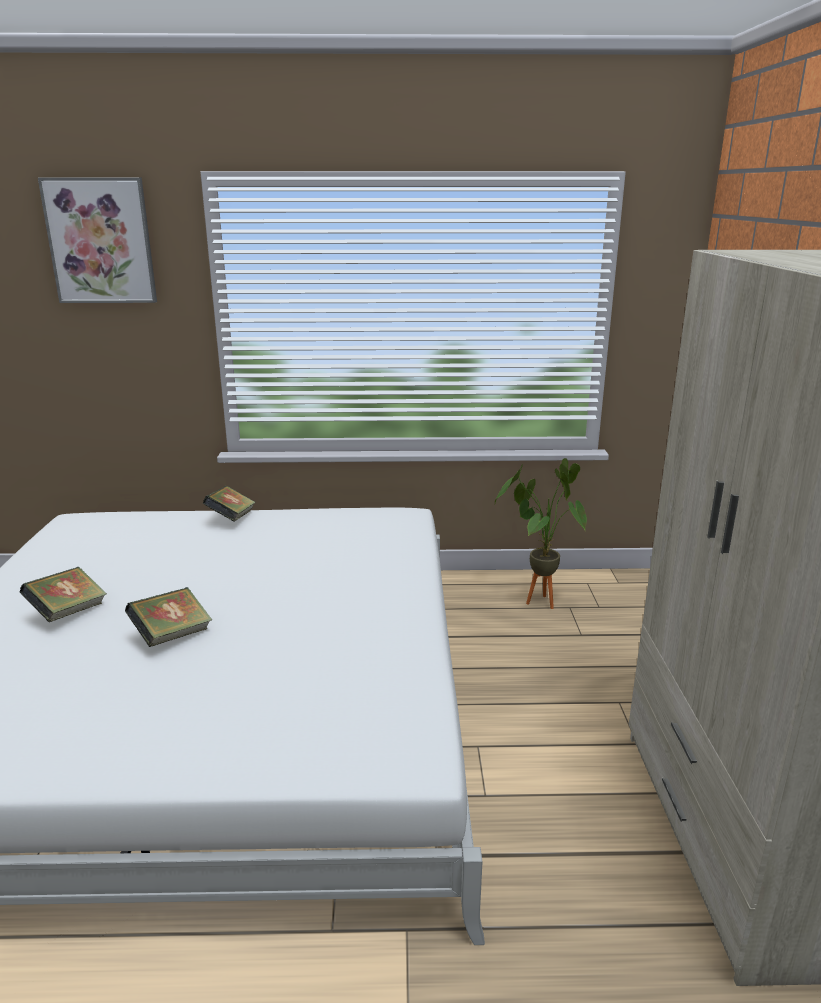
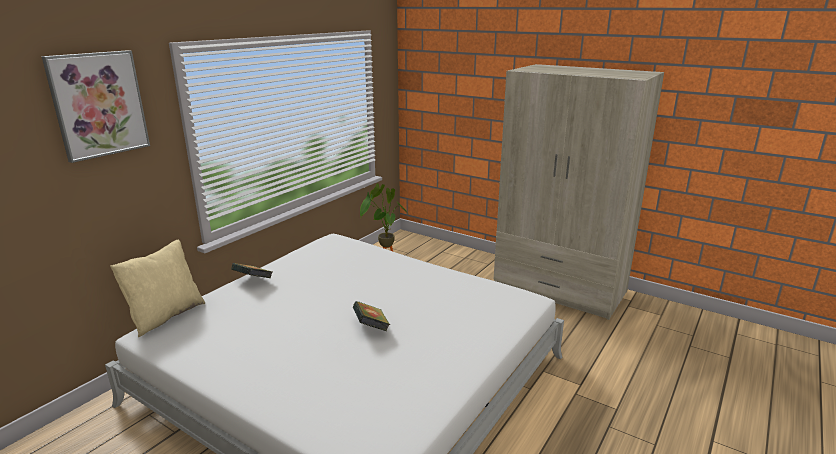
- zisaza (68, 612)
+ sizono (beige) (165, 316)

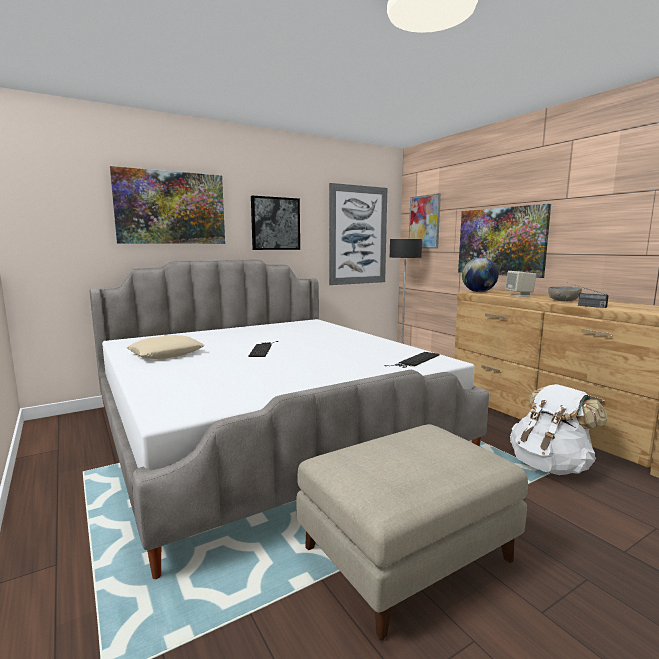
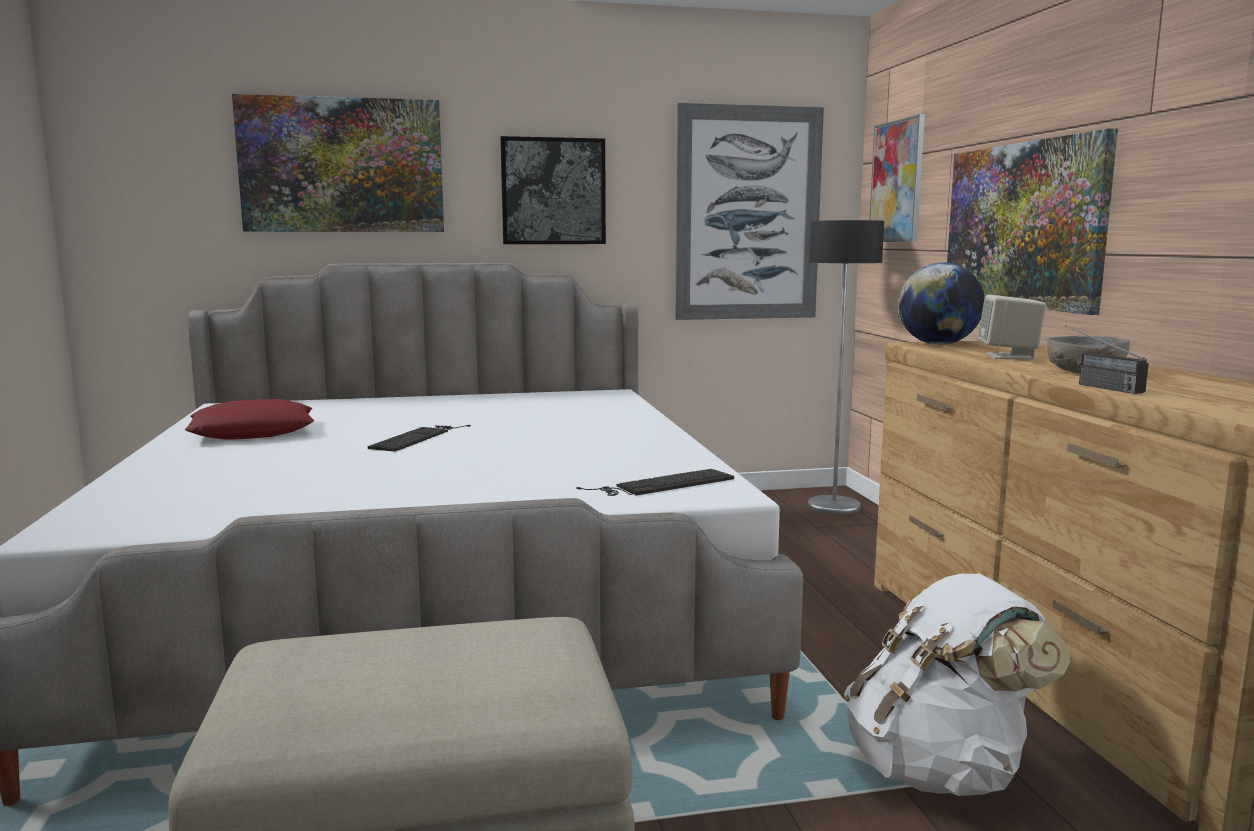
~ sizono (beige) (166, 353) to sizono (red) (253, 432)

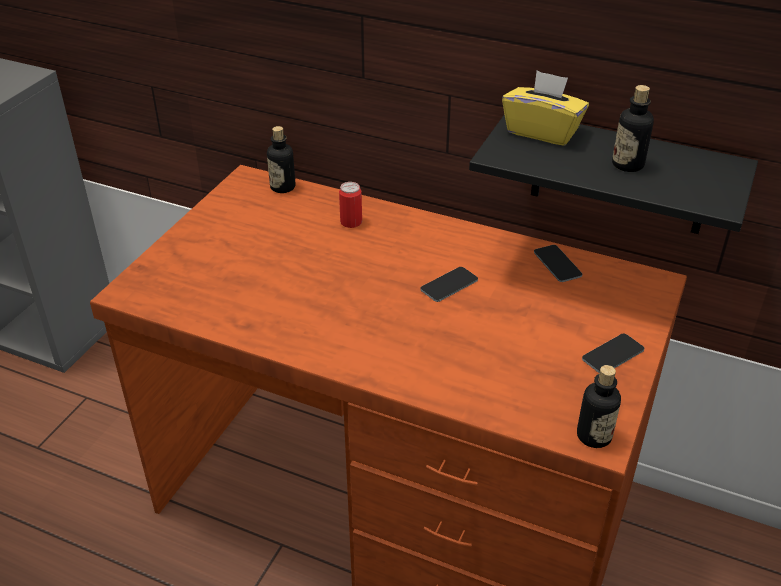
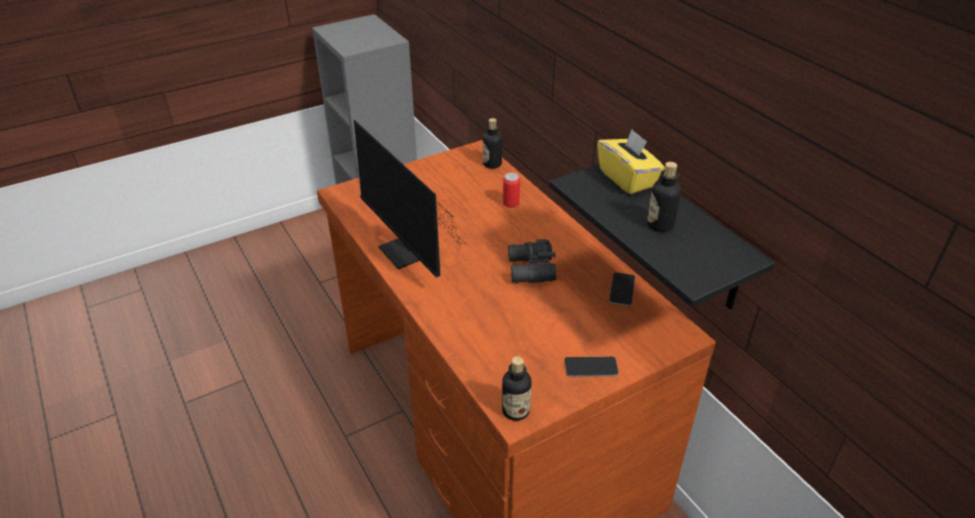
~ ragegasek (449, 285) to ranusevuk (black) (530, 270)
+ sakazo (408, 255)

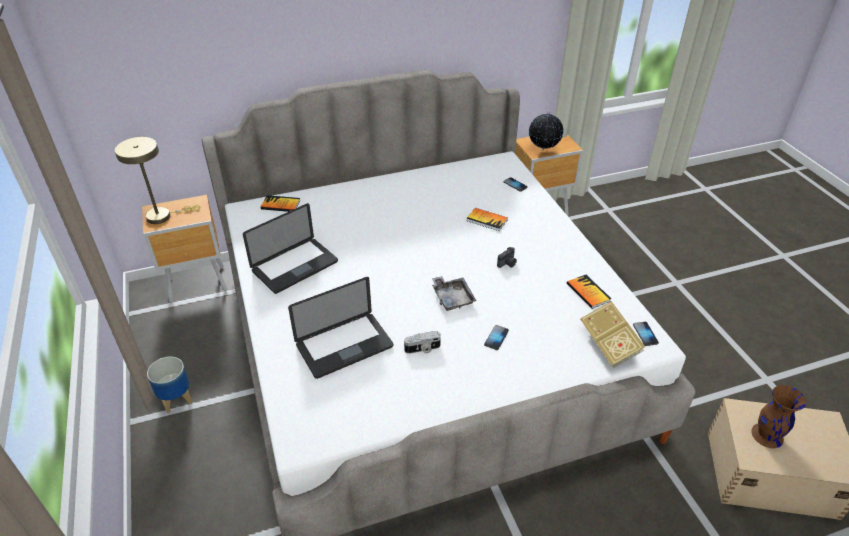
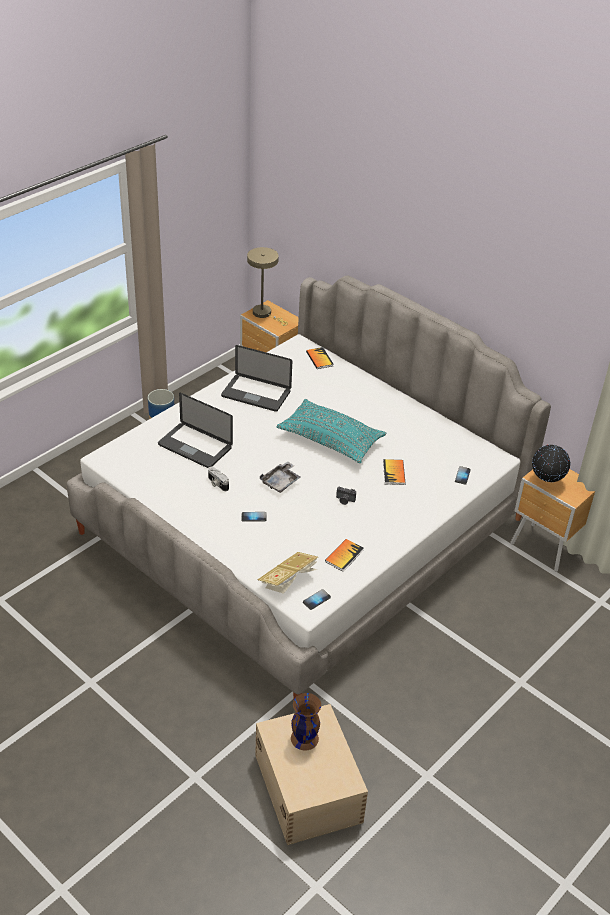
+ sizono (turquoise) (330, 440)

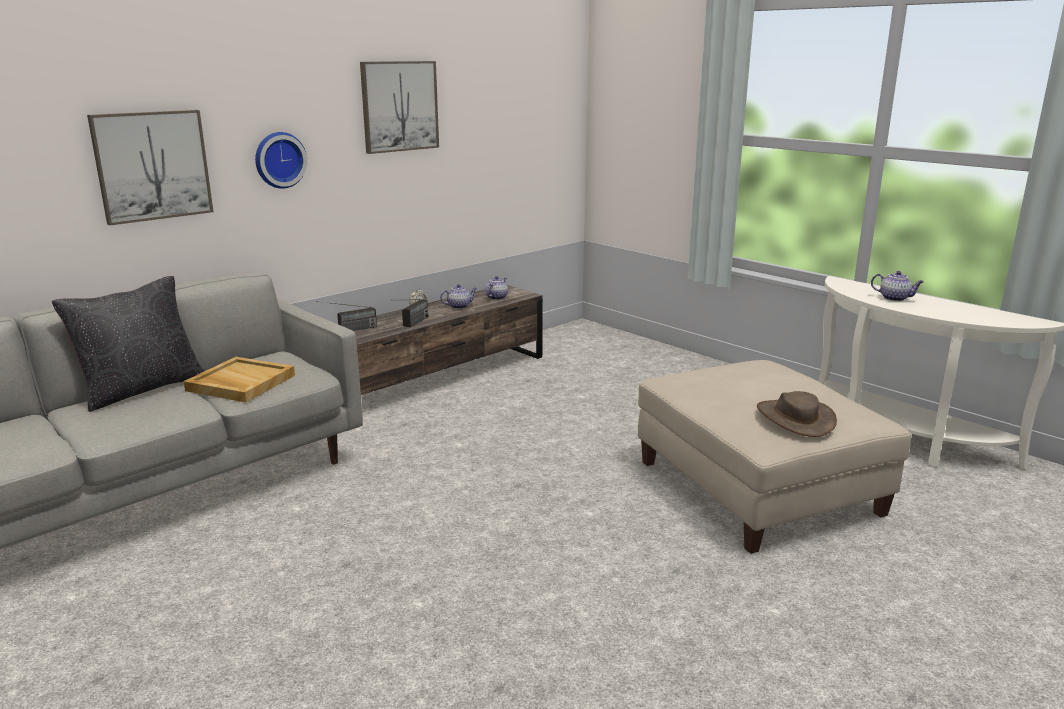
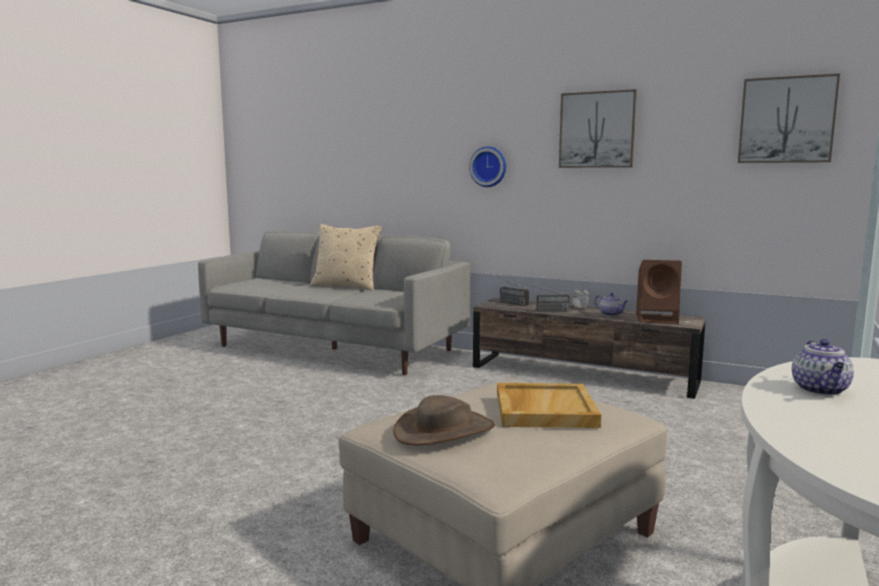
~ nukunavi (152, 166) to (786, 120)
~ sizono (black) (141, 389) to sizono (beige) (346, 286)
~ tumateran (496, 297) to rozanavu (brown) (658, 319)
~ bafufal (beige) (240, 383) to (544, 409)

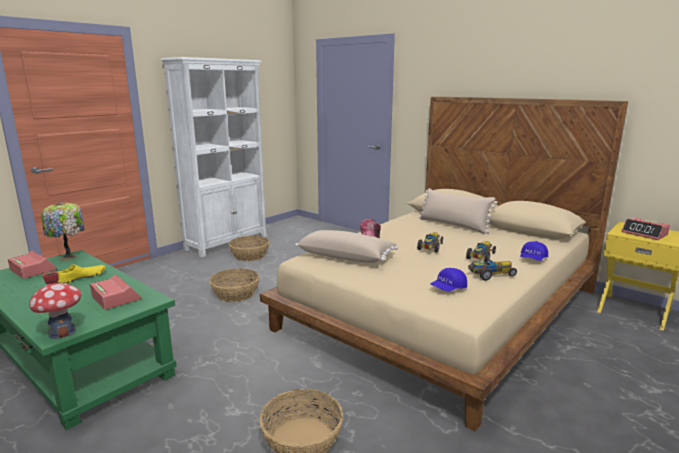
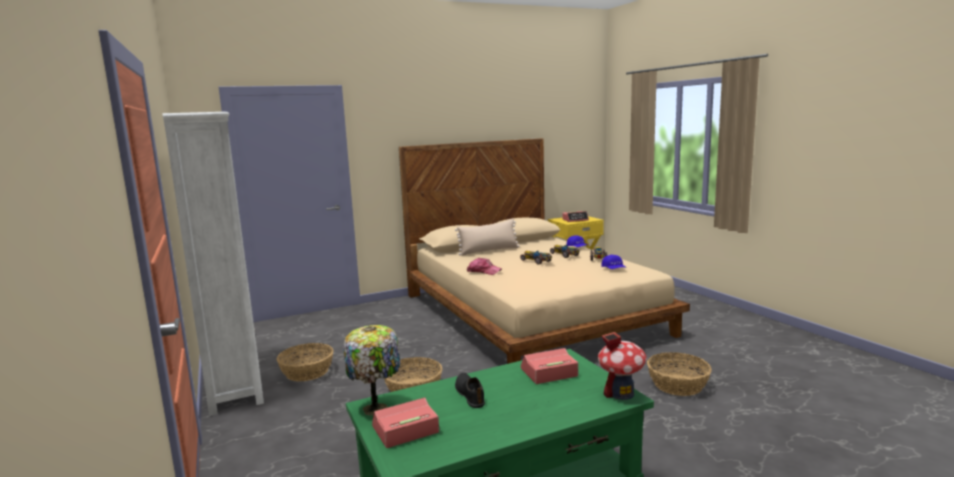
- sizono (beige) (346, 257)
~ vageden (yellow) (82, 278) to vageden (black) (470, 394)

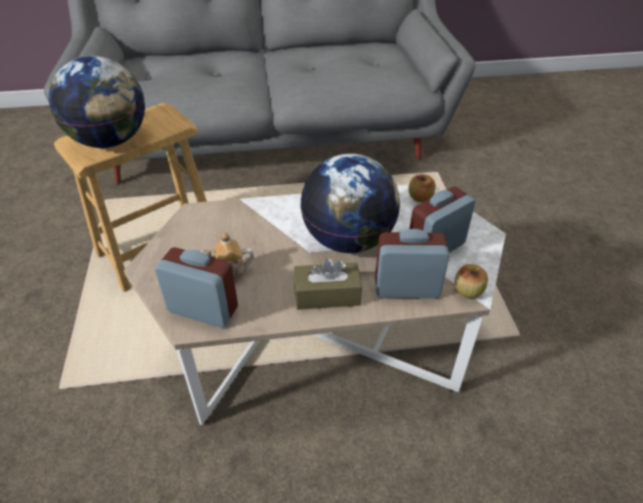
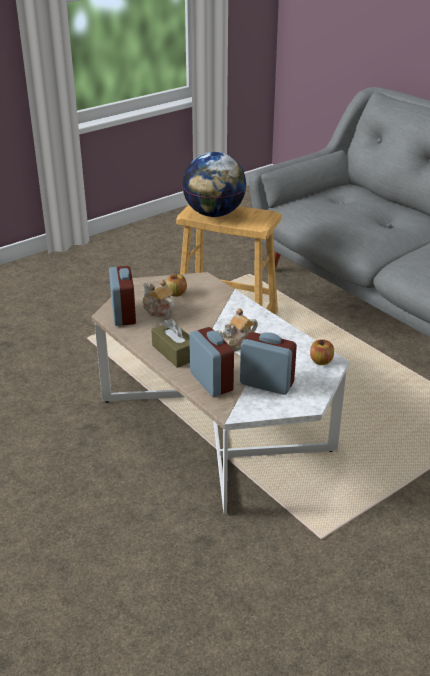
~ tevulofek (348, 240) to tumateran (236, 344)
~ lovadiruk (468, 291) to (176, 293)

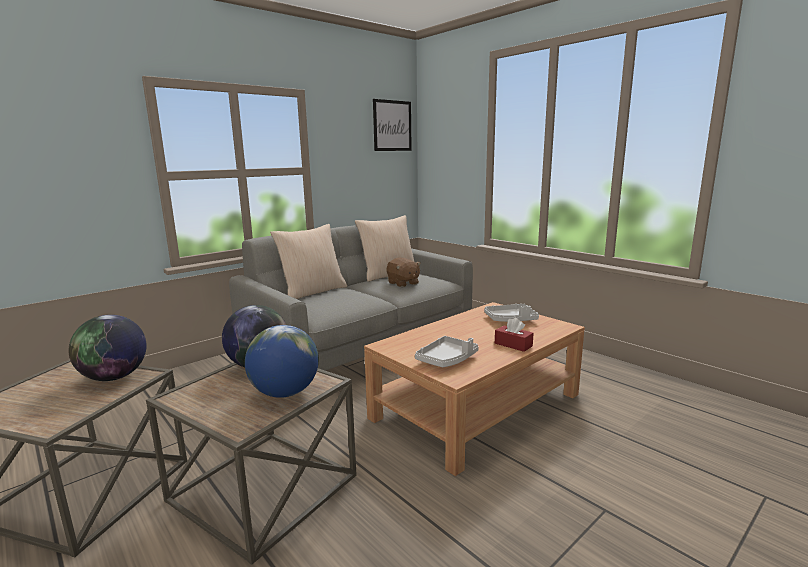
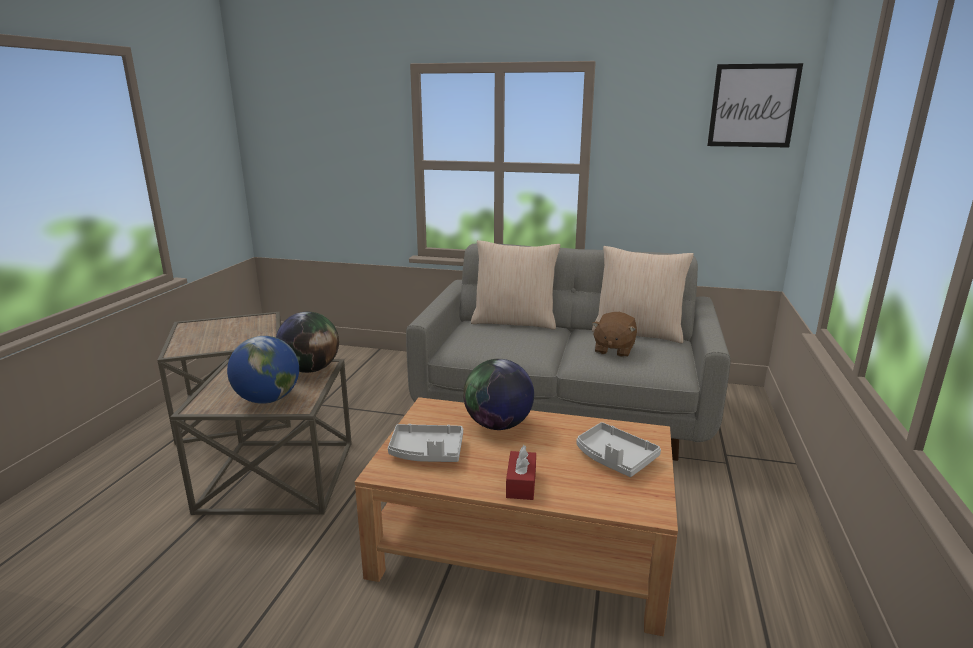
~ tevulofek (114, 377) to (498, 425)

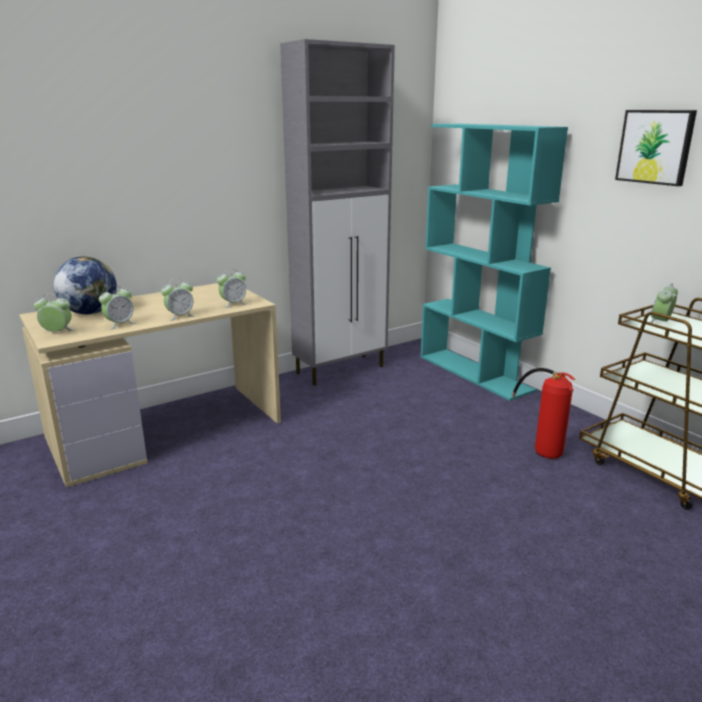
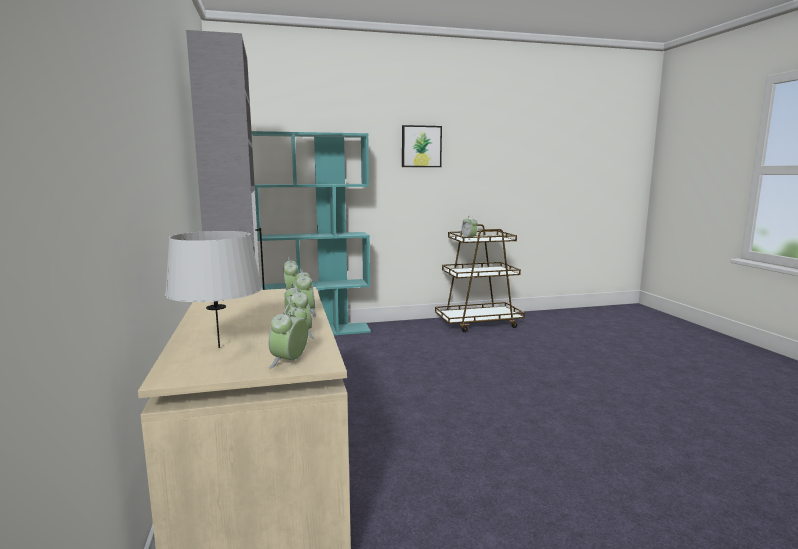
~ tevulofek (90, 312) to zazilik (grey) (218, 347)
- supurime (540, 444)

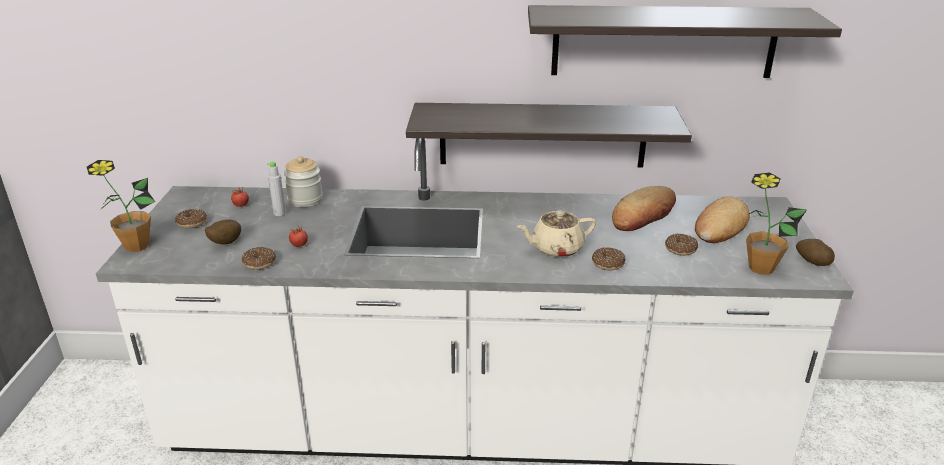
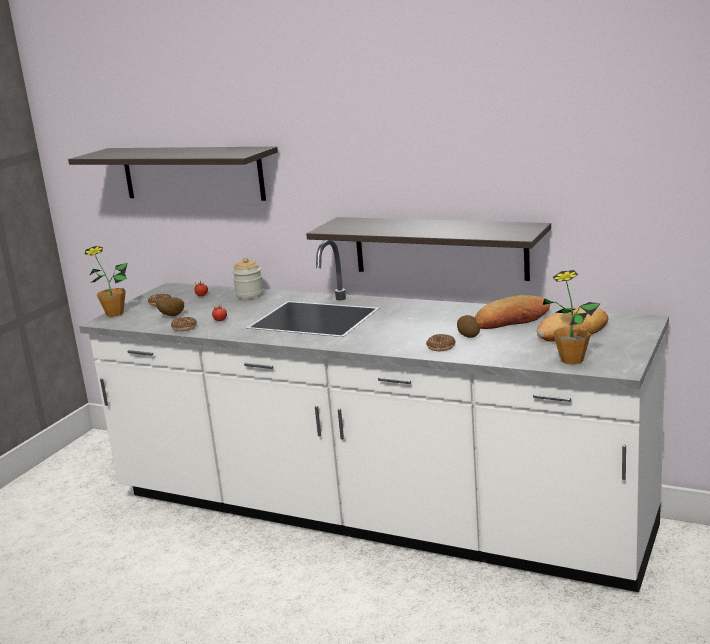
~ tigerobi (663, 41) to (192, 173)
- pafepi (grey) (279, 213)
- tumateran (beige) (556, 248)
- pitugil (680, 249)
~ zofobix (812, 261) to (468, 335)

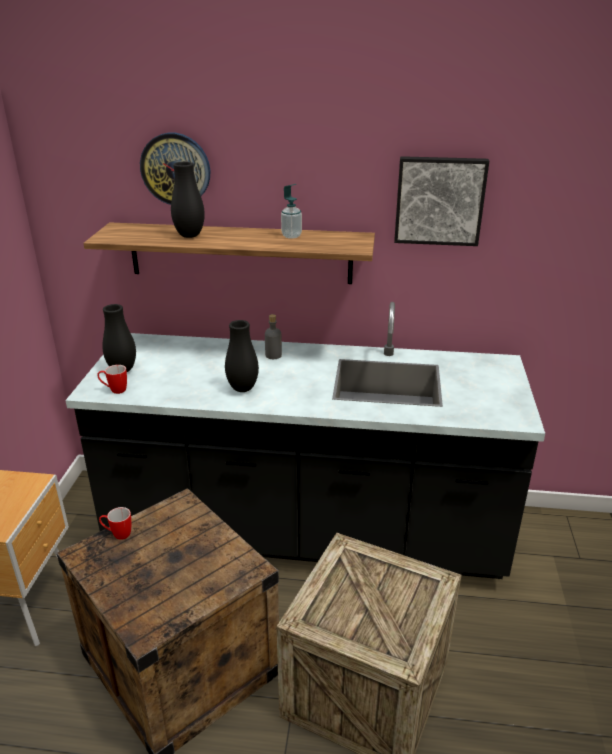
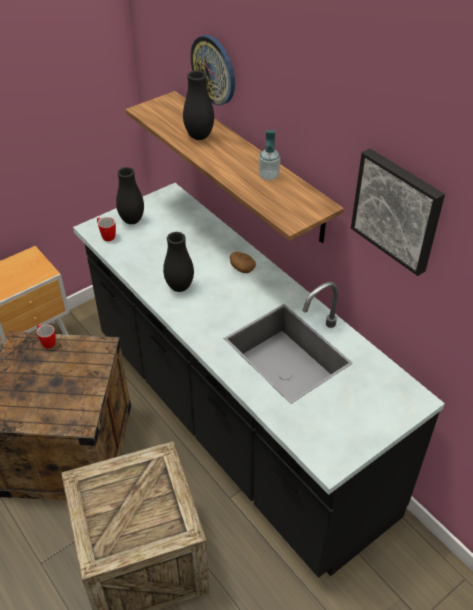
~ pafepi (grey) (273, 355) to zofobix (242, 269)

